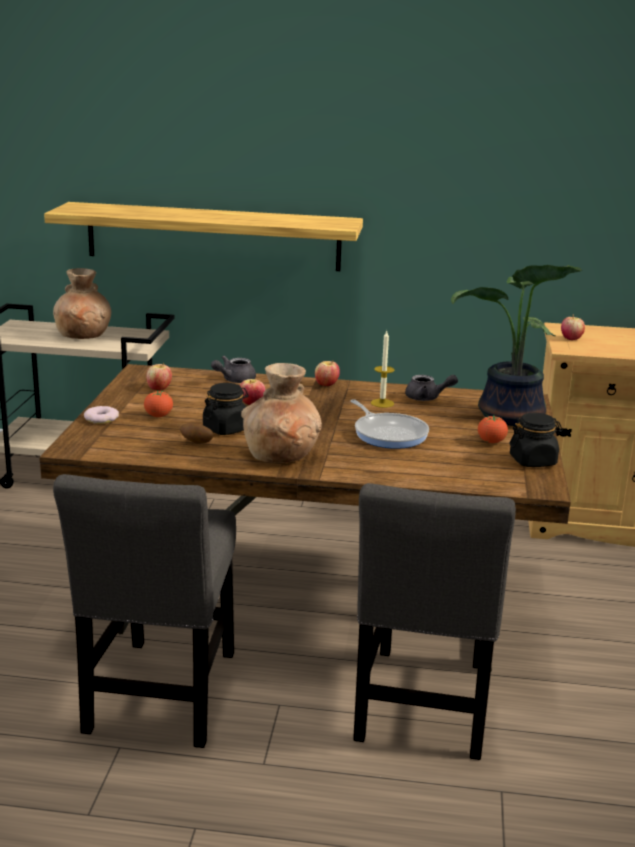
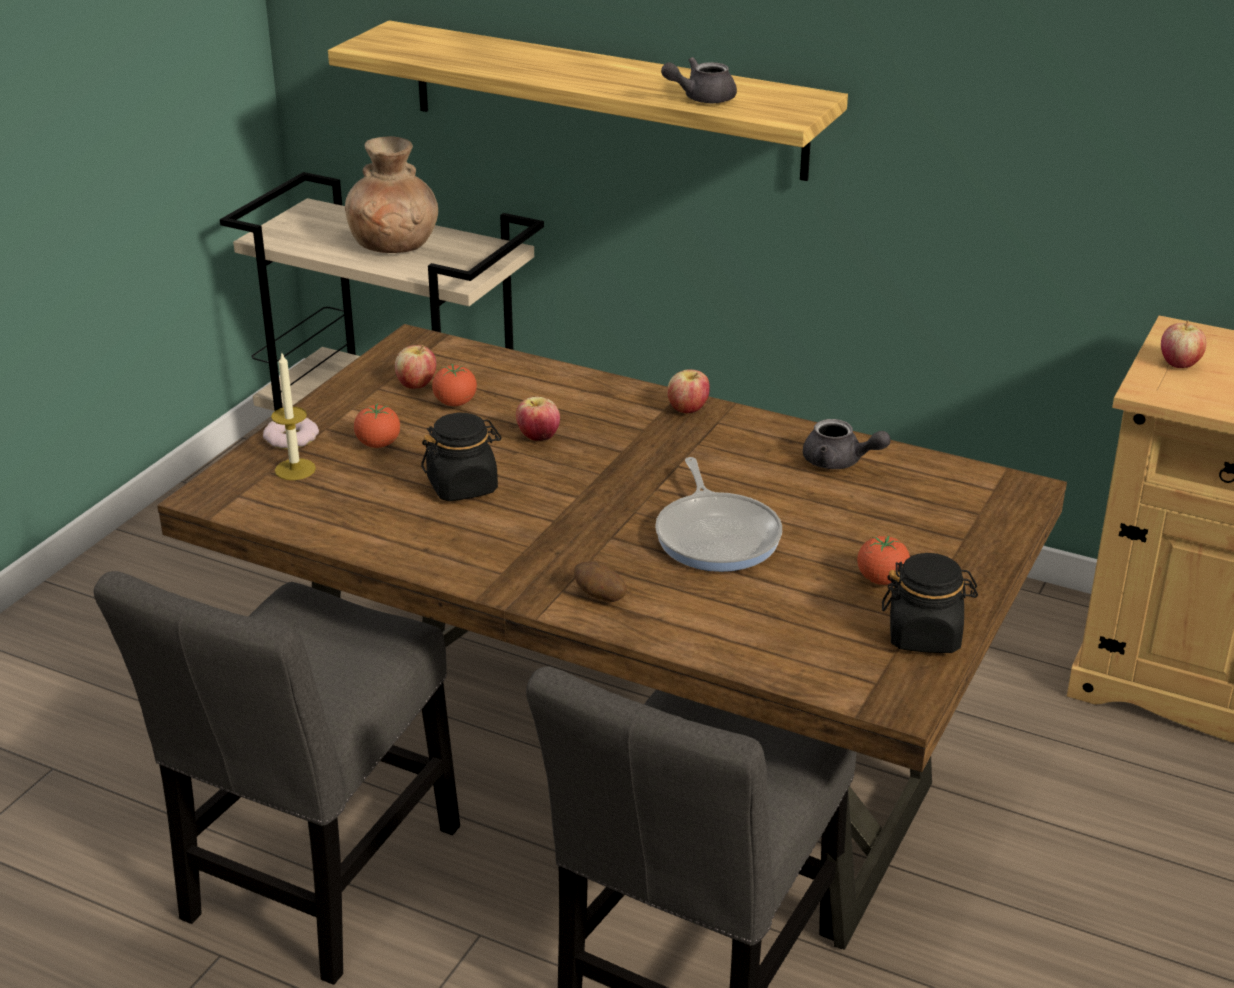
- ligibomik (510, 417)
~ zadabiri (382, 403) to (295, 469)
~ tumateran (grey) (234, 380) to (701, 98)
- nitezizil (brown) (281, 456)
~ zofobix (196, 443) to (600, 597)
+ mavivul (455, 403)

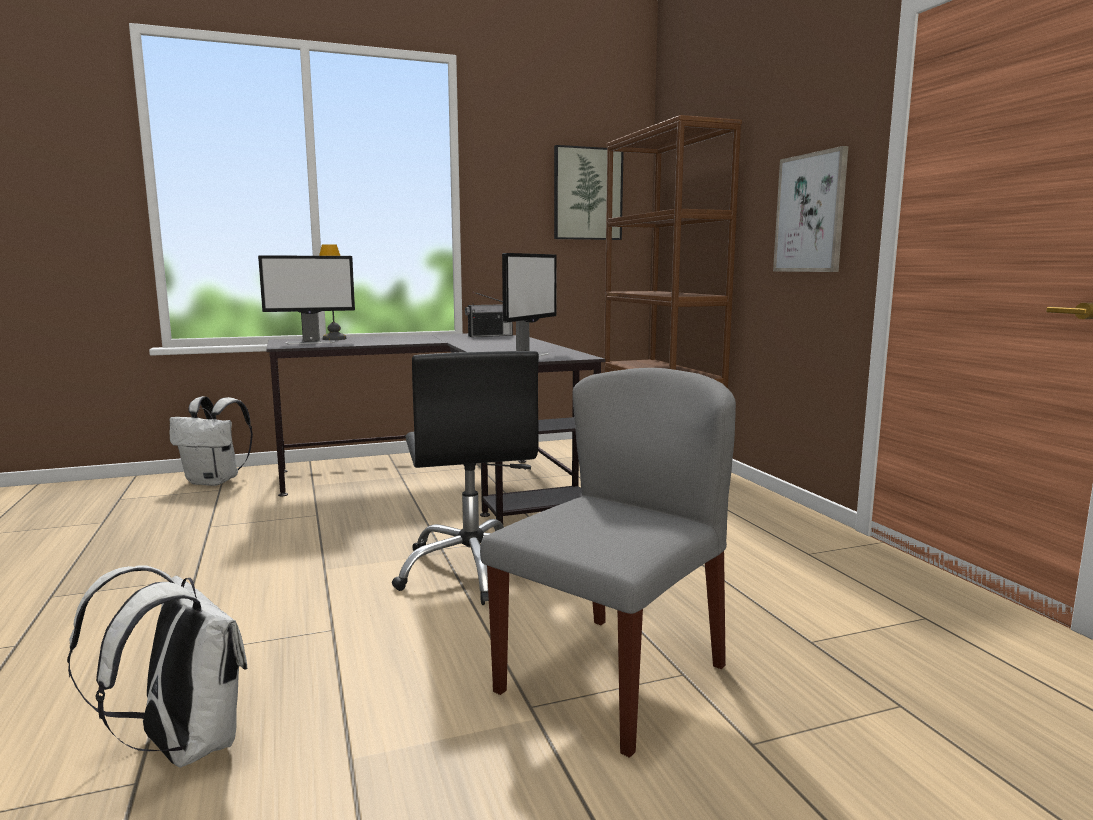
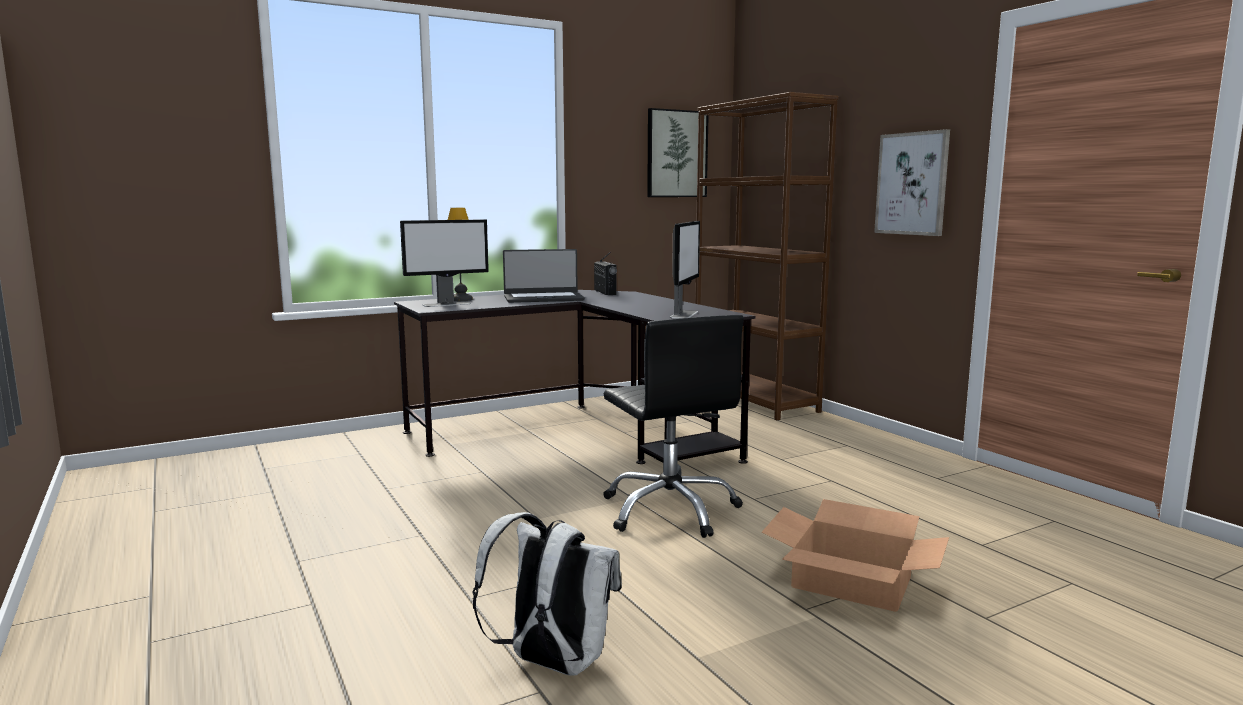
~ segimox (490, 336) = (605, 292) 75 degrees counterclockwise
~ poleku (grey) (612, 677) to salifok (851, 582)
- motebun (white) (215, 481)
+ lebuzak (543, 298)

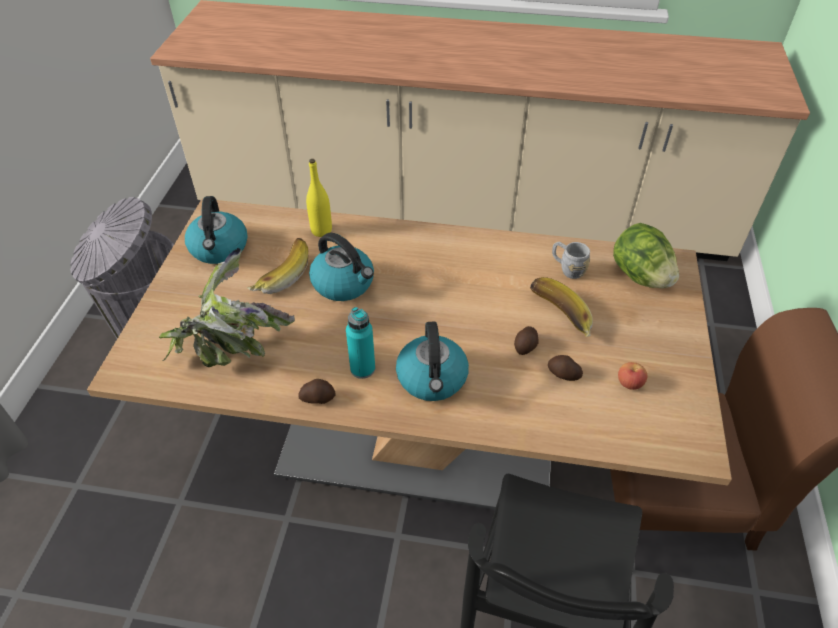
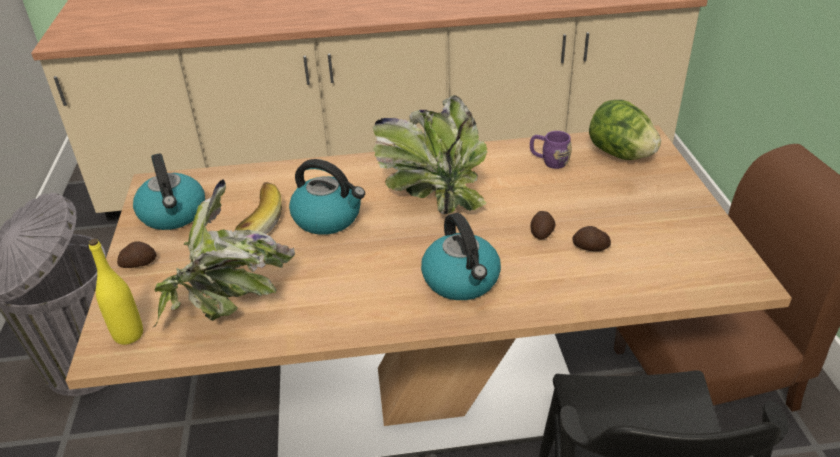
~ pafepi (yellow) (321, 231) to (128, 335)
~ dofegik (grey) (567, 268) to dofegik (purple) (549, 161)
- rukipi (558, 317)
- pafepi (turquoise) (362, 368)
- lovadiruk (629, 383)
~ zofobix (317, 397) to (138, 263)
+ ligibomik (432, 195)

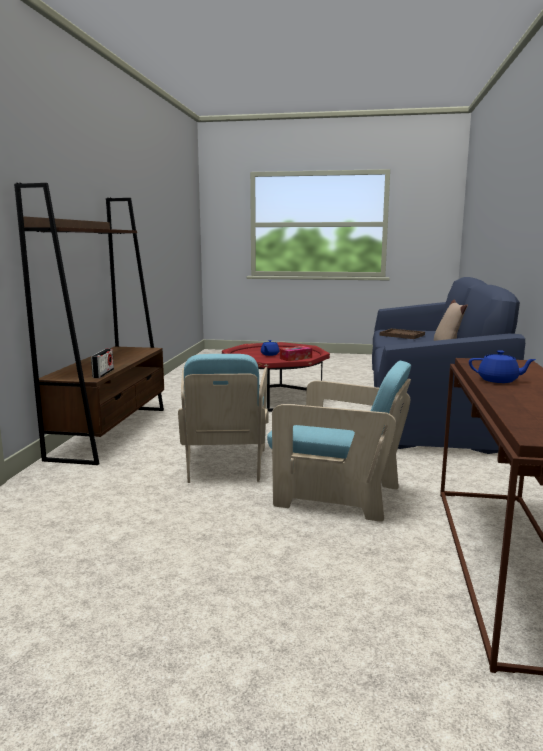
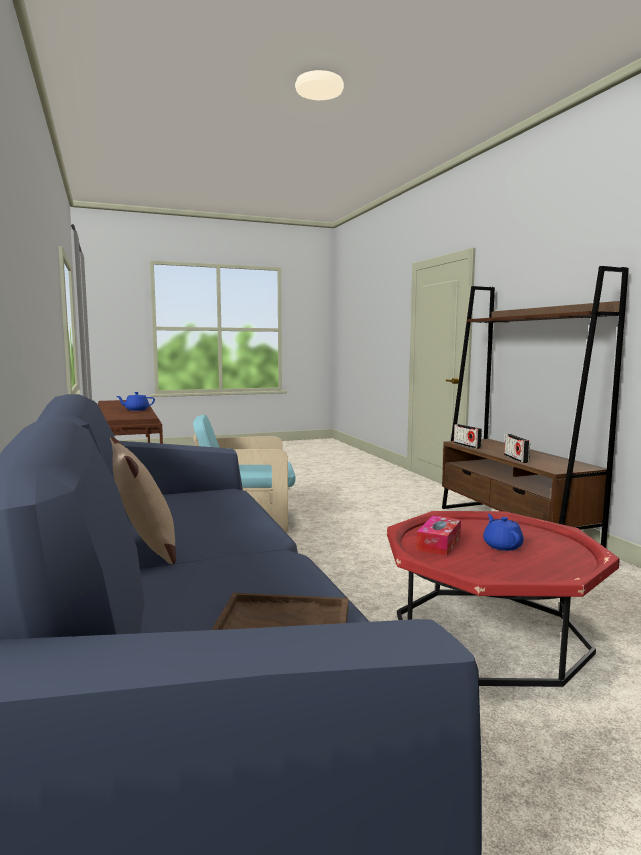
- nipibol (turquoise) (225, 463)
+ segimox (516, 459)

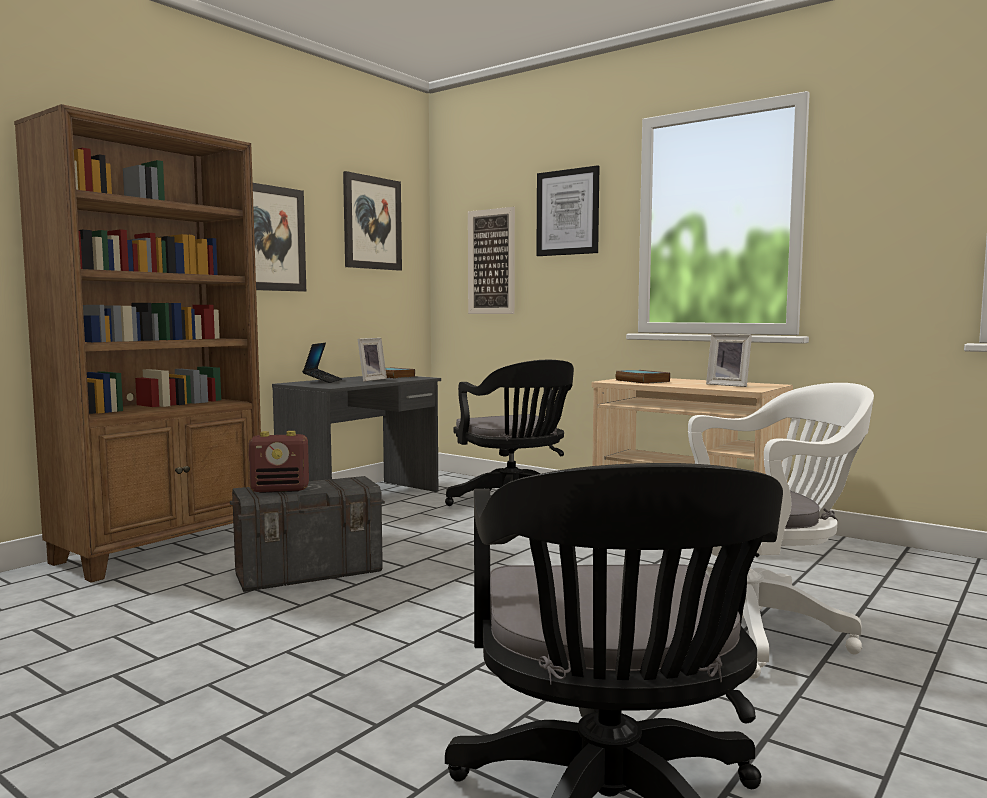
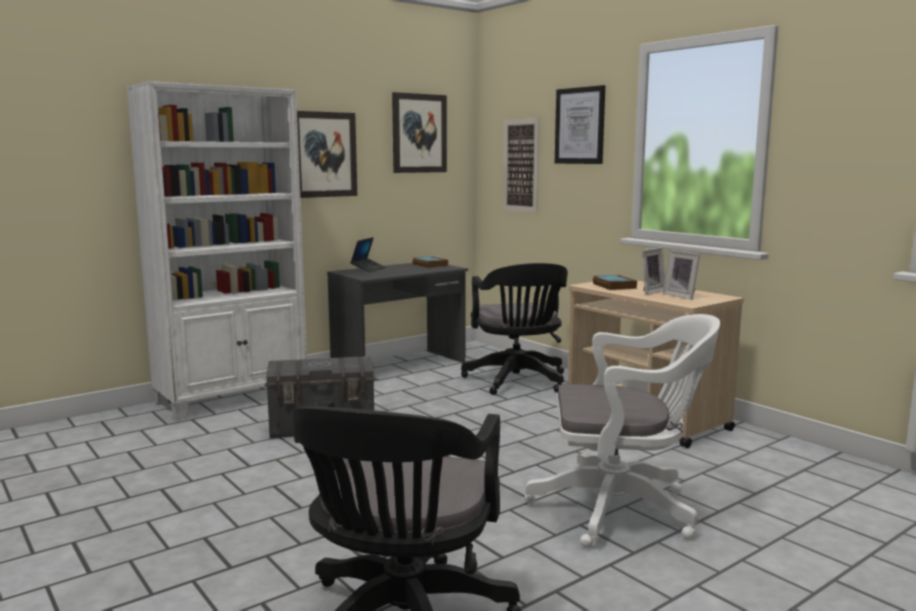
~ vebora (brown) (162, 549) to vebora (white) (233, 398)
~ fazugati (370, 380) to (649, 291)
- segimox (280, 490)

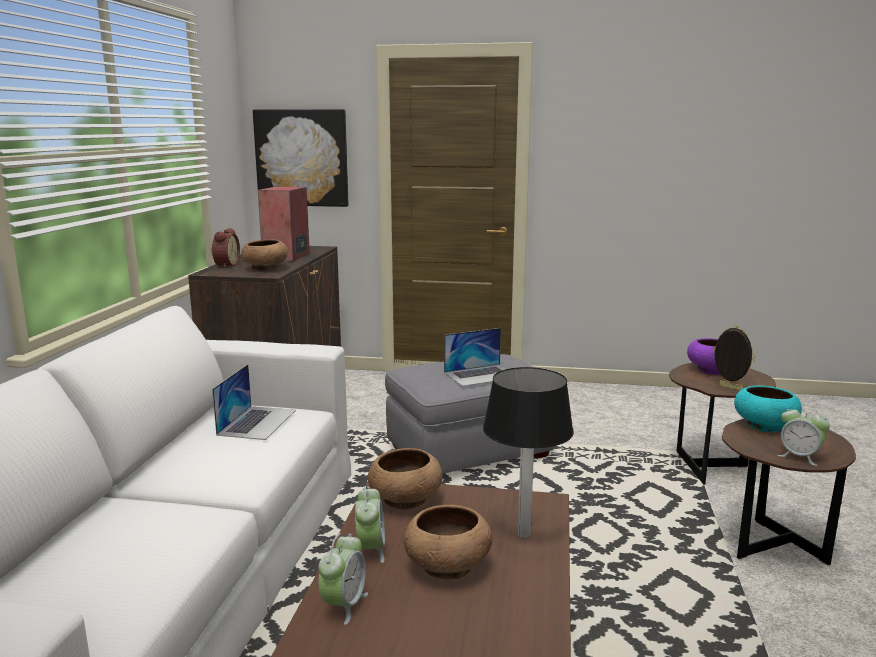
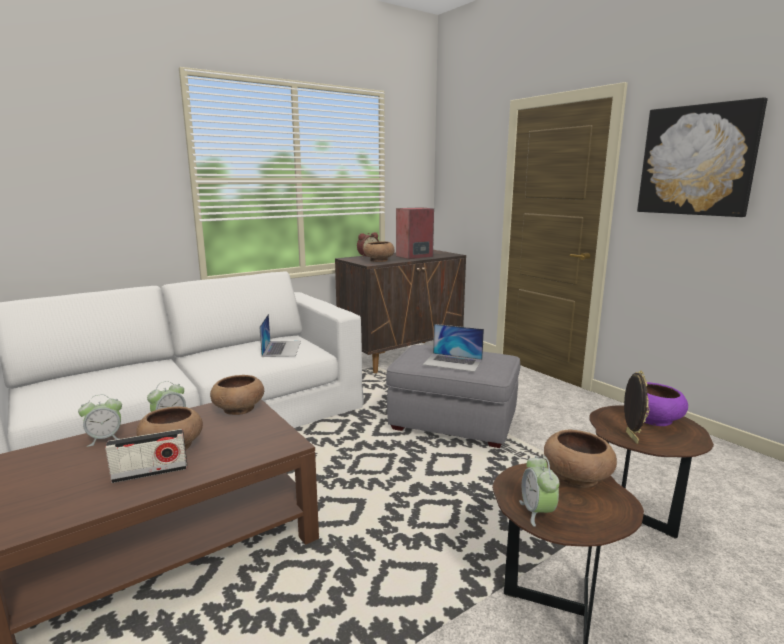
~ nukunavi (302, 158) to (697, 160)
~ lebuzak (257, 422) = (282, 348) 60 degrees counterclockwise
- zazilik (524, 535)
~ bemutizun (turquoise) (764, 425) to bemutizun (brown) (577, 476)
+ segimox (150, 472)

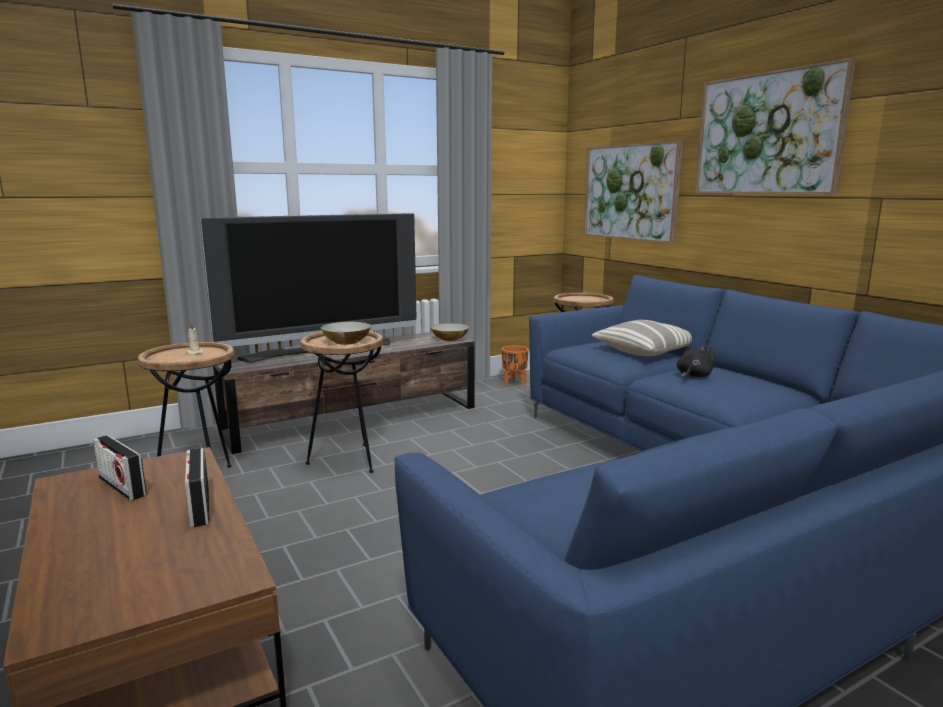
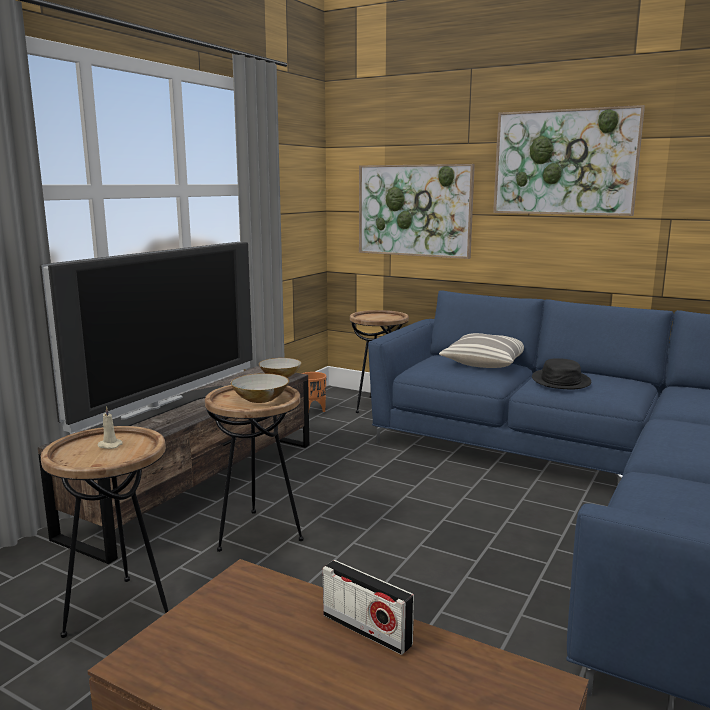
~ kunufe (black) (693, 376) to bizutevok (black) (560, 381)
- segimox (122, 487)

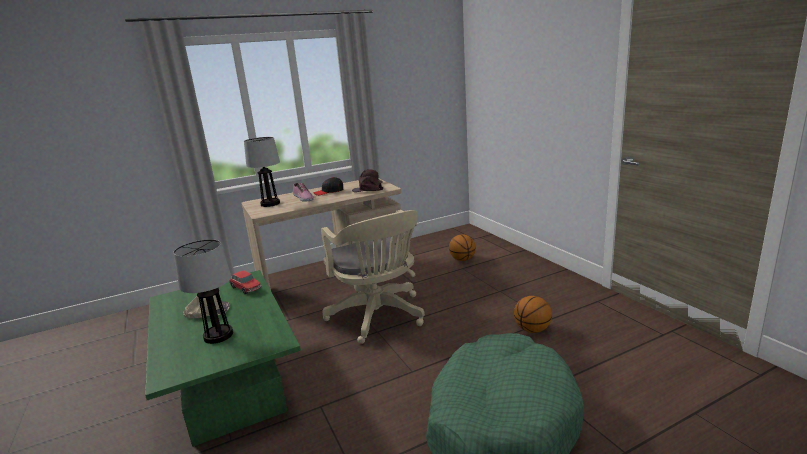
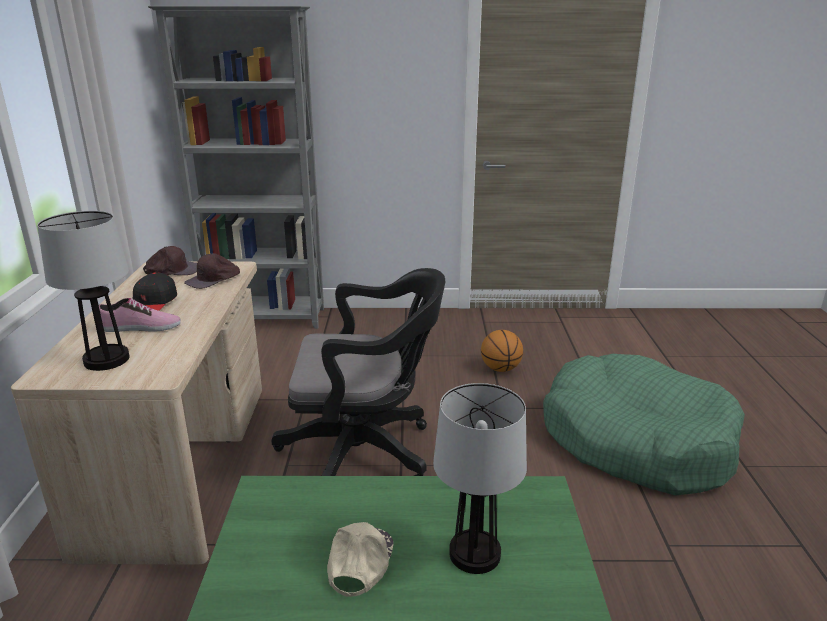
~ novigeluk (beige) (379, 317) to novigeluk (black) (365, 453)
- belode (462, 260)
- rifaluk (245, 288)
+ vebora (grey) (266, 319)

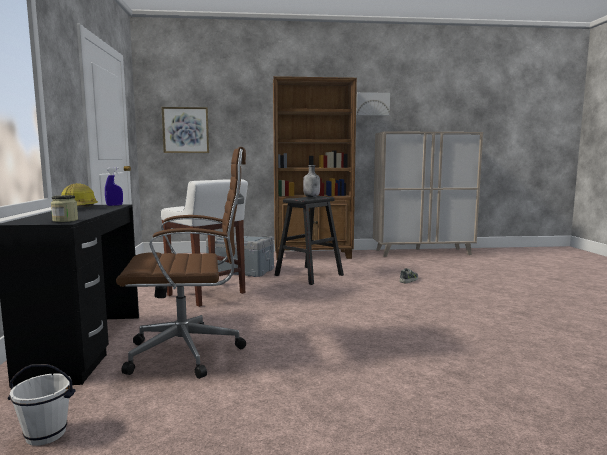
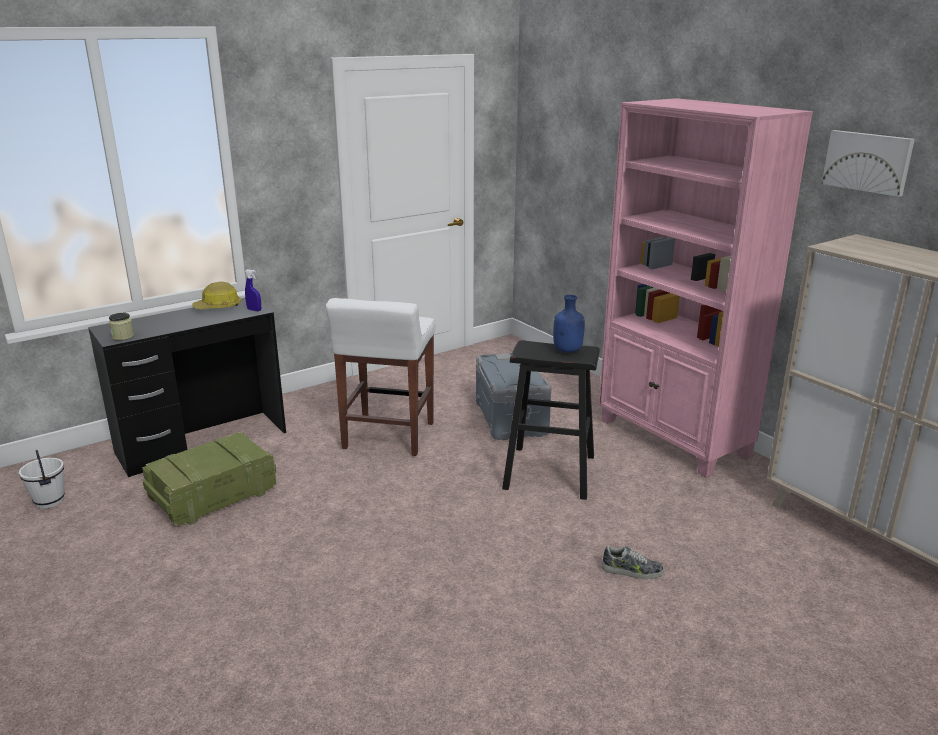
~ vebora (brown) (313, 255) to vebora (pink) (673, 438)
- nukunavi (185, 130)
~ novigeluk (brown) (190, 353) to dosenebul (212, 496)
~ pafepi (grey) (312, 197) to pafepi (blue) (568, 350)

